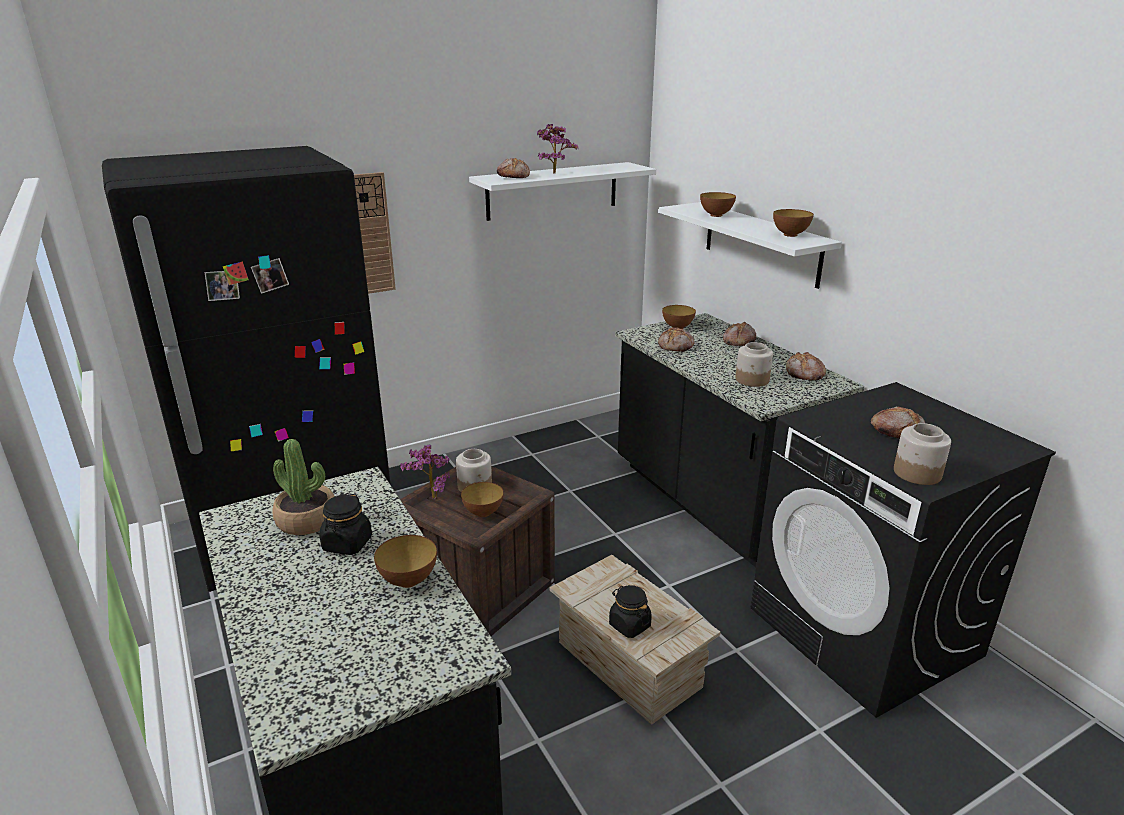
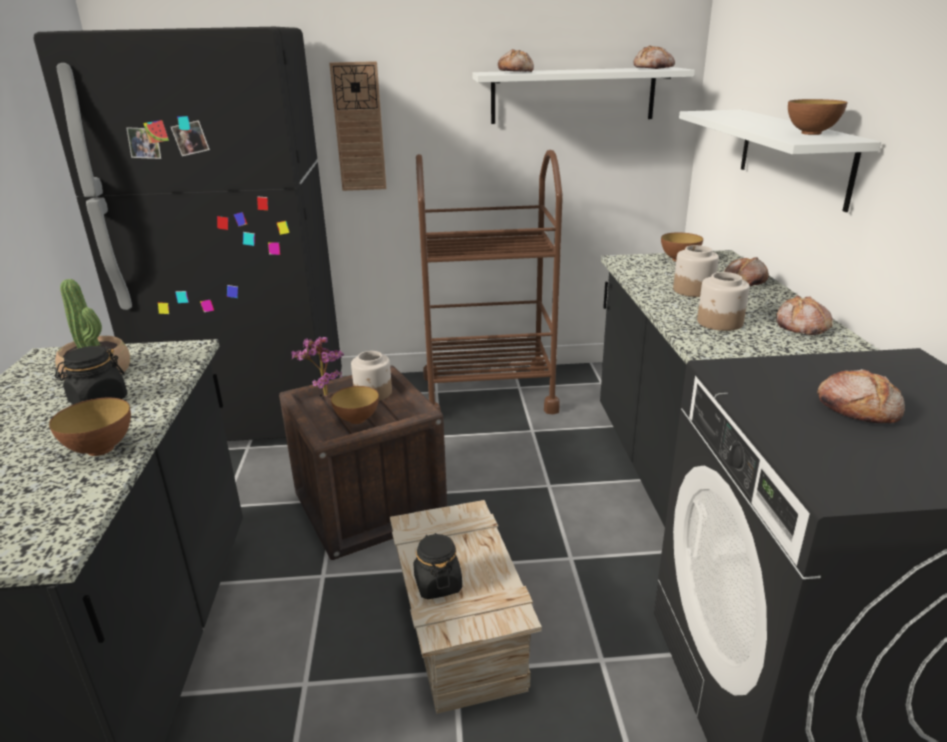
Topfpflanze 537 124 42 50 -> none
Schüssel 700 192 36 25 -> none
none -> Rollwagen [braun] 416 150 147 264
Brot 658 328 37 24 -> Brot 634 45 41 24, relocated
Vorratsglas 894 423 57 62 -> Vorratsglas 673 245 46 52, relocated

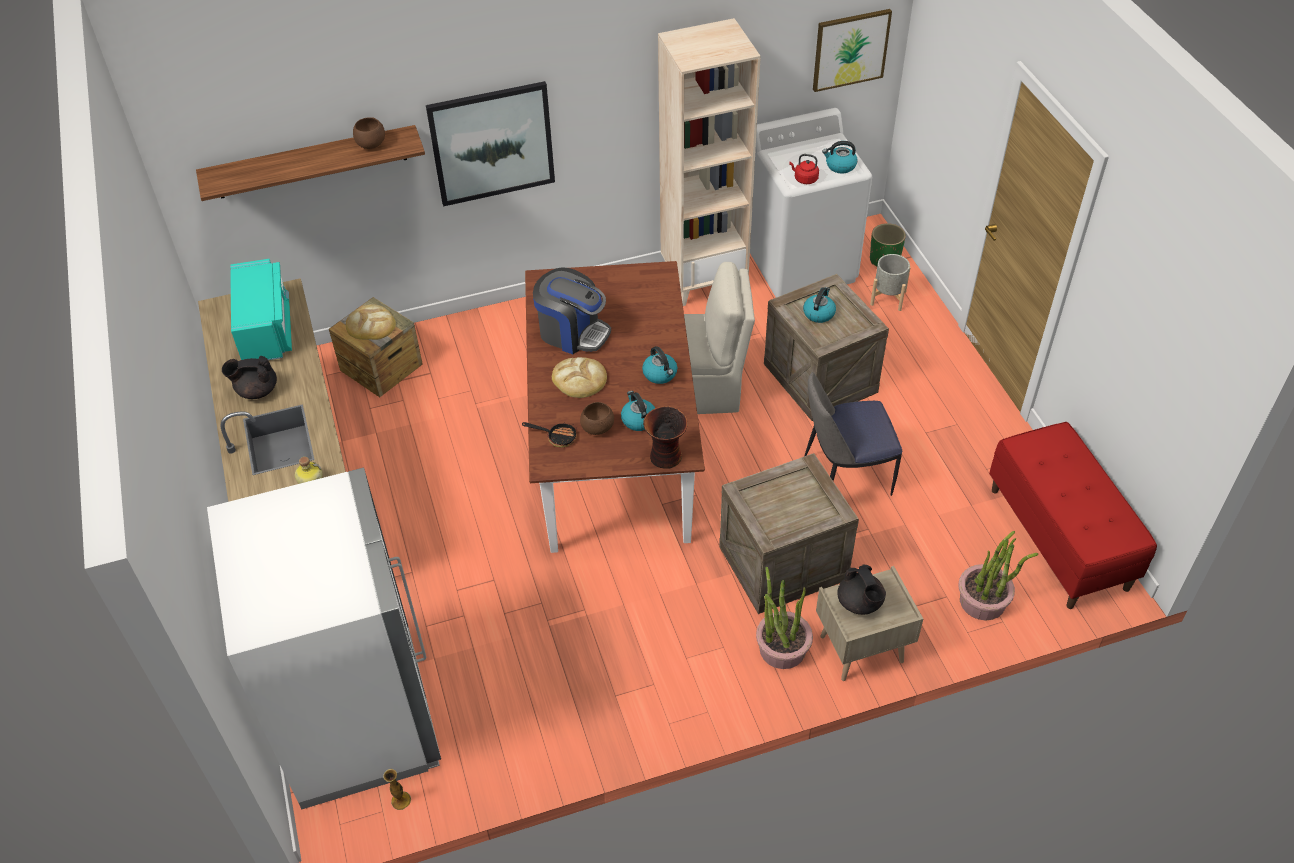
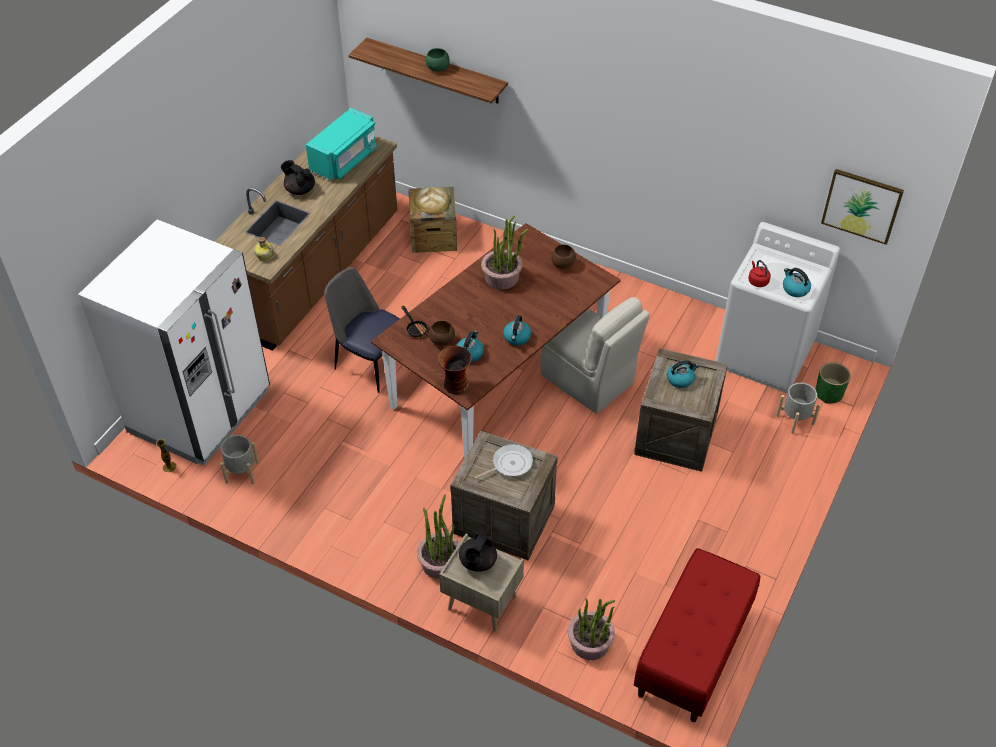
Bild 426 81 129 125 -> none
Brot 552 357 55 41 -> none
Bücherregal [beige] 658 18 103 288 -> none
none -> Pflanzkübel [grau] 220 435 39 50
none -> Schüssel [grün] 425 48 25 24
none -> Pfanne 475 444 58 35
Schüssel [braun] 353 117 32 32 -> Schüssel [braun] 551 244 25 25, relocated
Stuhl 805 372 98 124 -> Stuhl 324 267 76 126, relocated
Kaffeemaschine 533 267 78 87 -> Topfpflanze 481 216 48 74

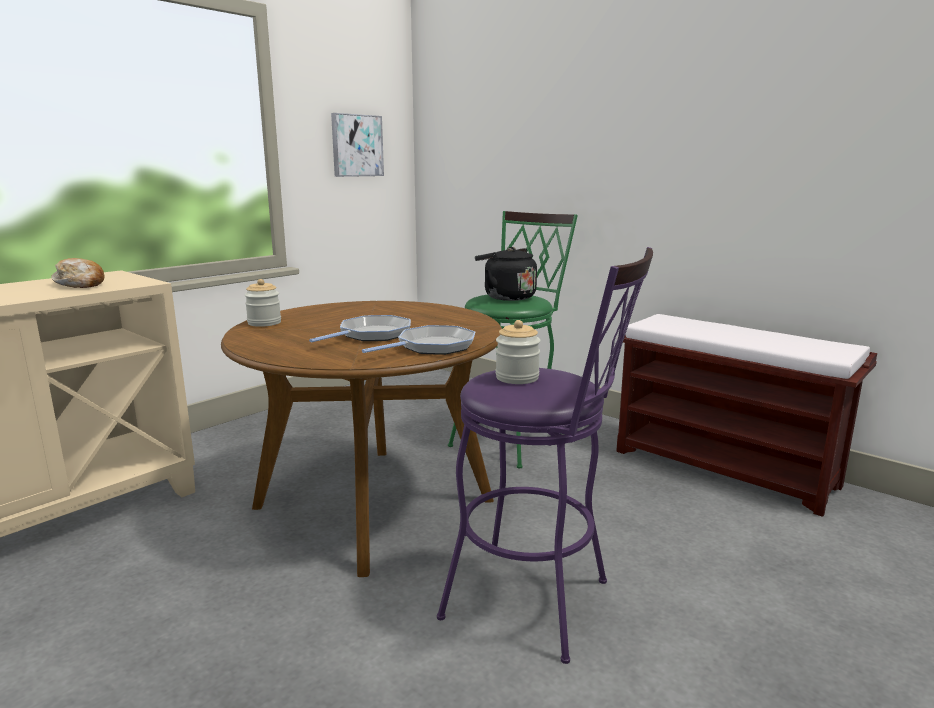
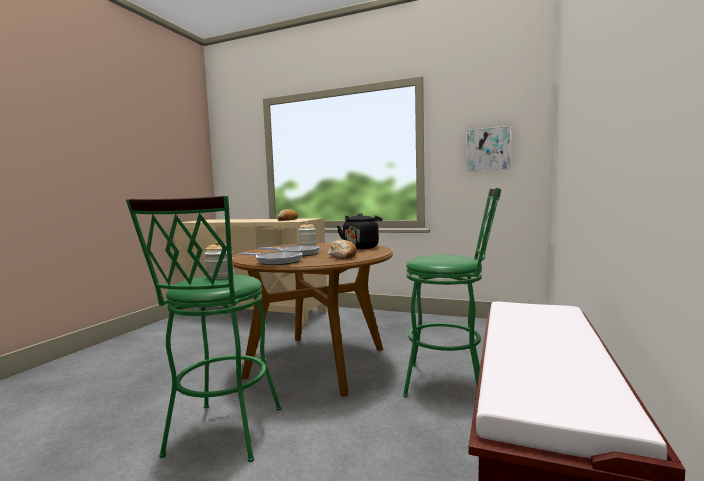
none -> Brot 328 240 29 19
Wasserkessel [schwarz] 475 247 62 54 -> Wasserkessel [schwarz] 337 213 45 37, relocated
Hocker [lila] 437 247 216 417 -> Hocker [grün] 126 195 155 267

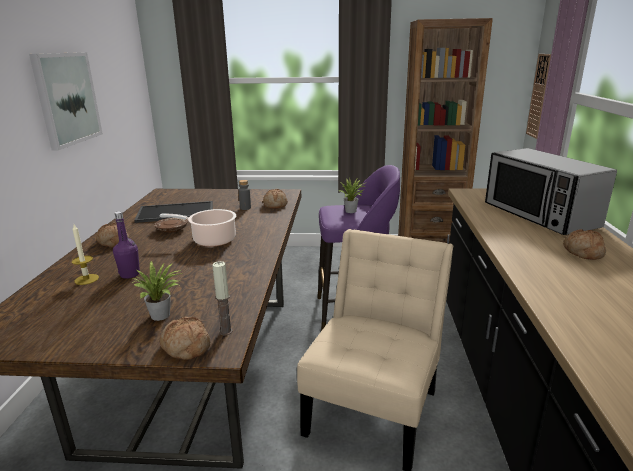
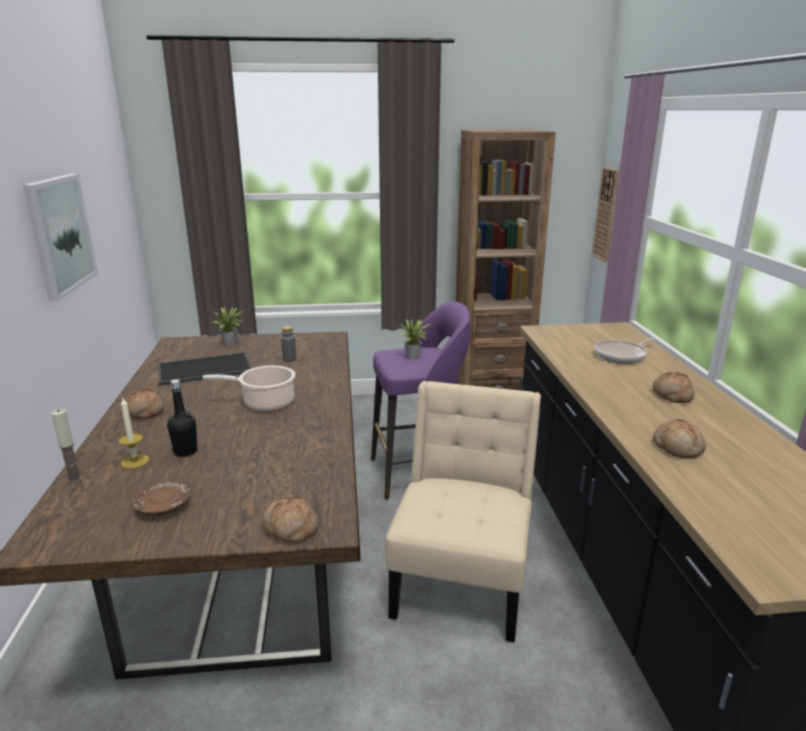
Topfpflanze 132 261 51 60 -> Topfpflanze 213 307 33 39, relocated
Teller [braun] 154 218 34 14 -> Teller [braun] 132 482 58 34, relocated
Kerze 212 261 21 74 -> Kerze 51 409 31 74, relocated
Brot 263 189 25 20 -> Brot 653 419 53 39, relocated
Mikrowelle 485 148 132 87 -> Pfanne 594 338 61 25
Flasche [lila] 113 211 27 68 -> Flasche [schwarz] 167 379 30 78

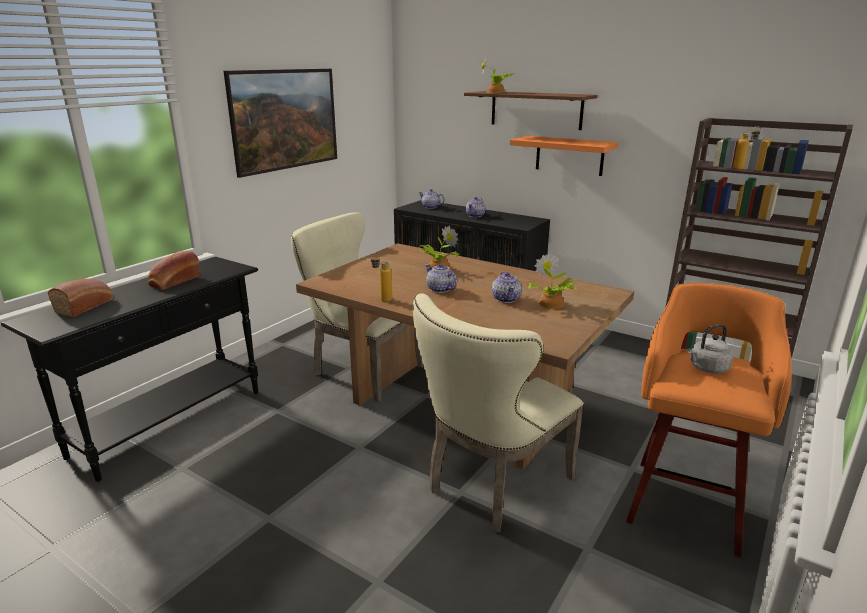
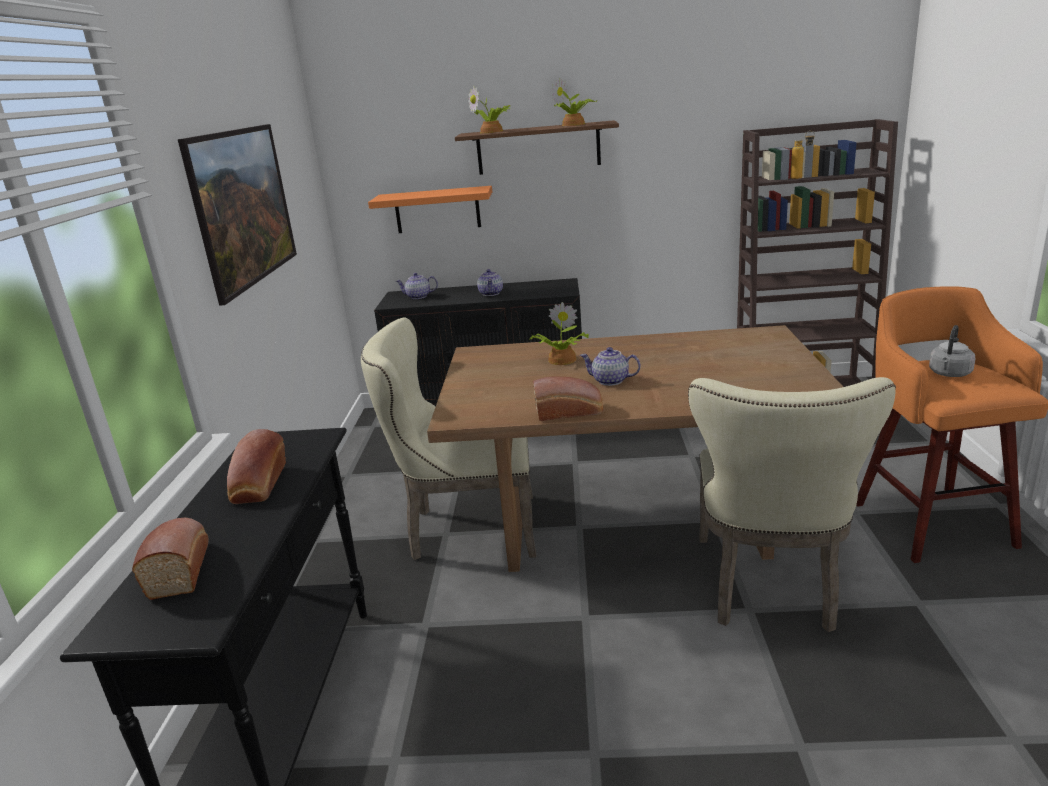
Teekanne 492 272 30 31 -> none
Wandregal [orange] 510 136 108 40 -> Wandregal [orange] 368 186 124 47, relocated
Topfpflanze 527 253 51 56 -> Topfpflanze 551 78 46 48, relocated
Flasche 370 253 22 49 -> Brot 533 377 70 44

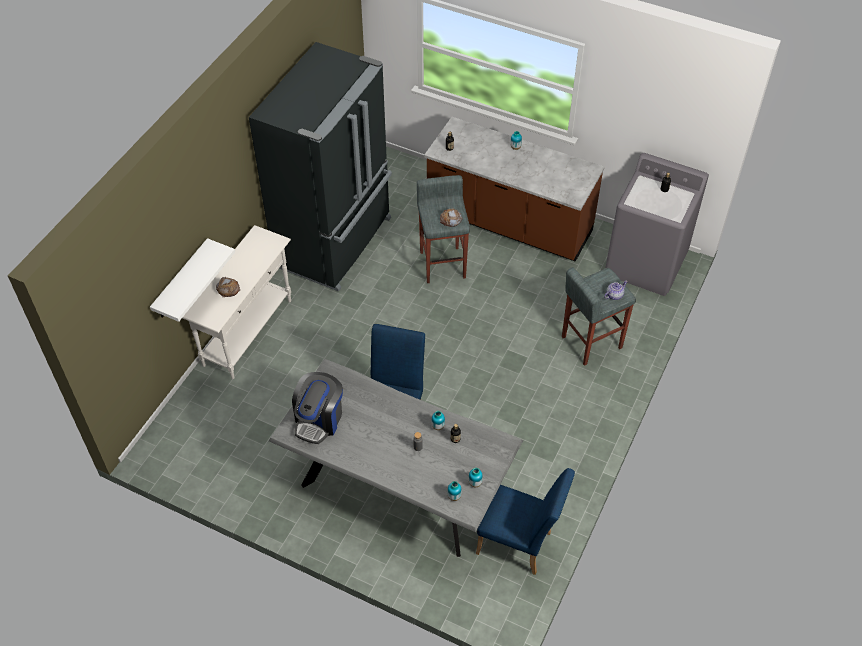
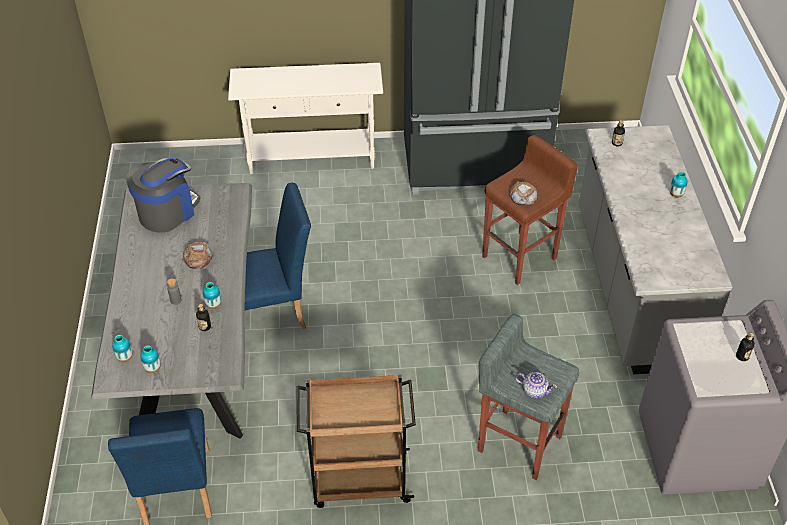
Wandregal [weiß] 150 238 85 84 -> none
none -> Rollwagen [braun] 297 374 119 134
Brot 216 277 24 20 -> Brot 182 242 31 27, relocated
Hocker [grau] 417 175 53 108 -> Hocker [braun] 482 135 96 150
Küchenzeile [braun] 424 117 181 145 -> Küchenzeile [grau] 579 125 153 249
Kaffeemaschine 292 372 51 72 -> Kaffeemaschine 126 158 74 75, 135 degrees clockwise

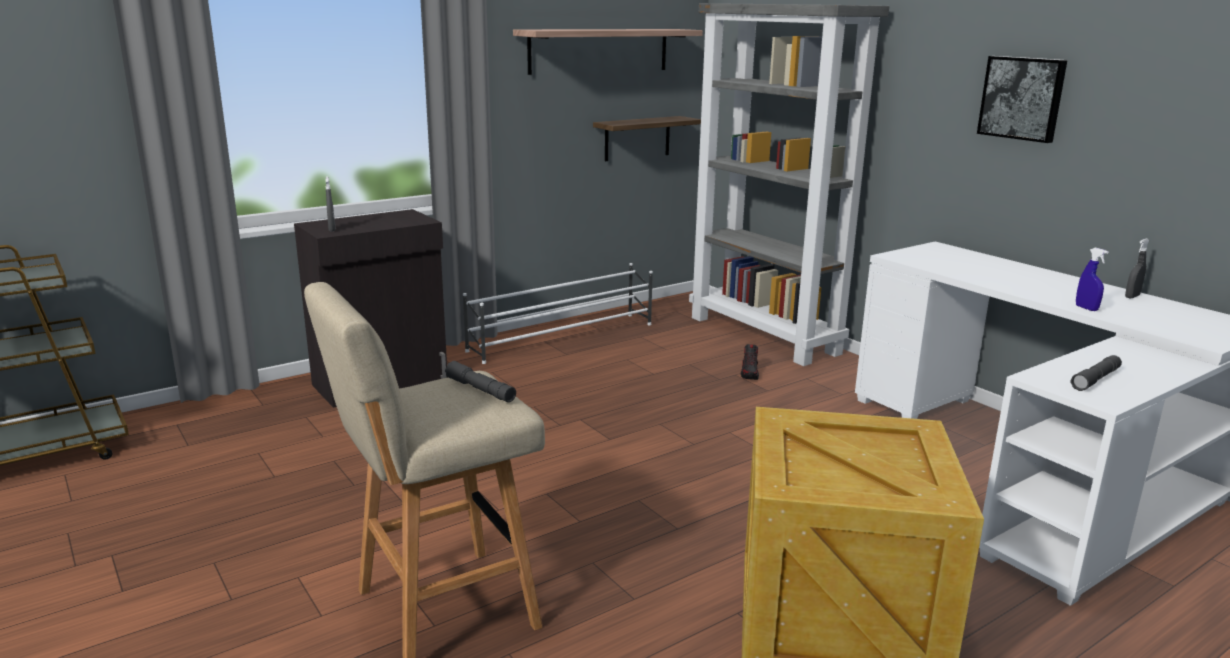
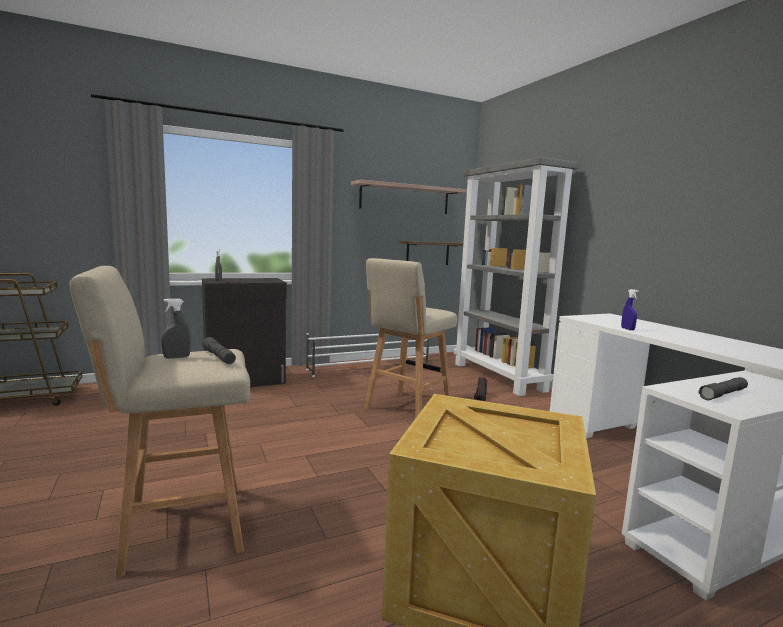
Bild 977 56 90 87 -> none
none -> Hocker [beige] 364 258 93 161
Sprühflasche [blau] 1076 248 33 63 -> Sprühflasche [blau] 621 289 18 41, relocated
Sprühflasche [grau] 1125 239 24 60 -> Sprühflasche [grau] 161 298 30 60, relocated

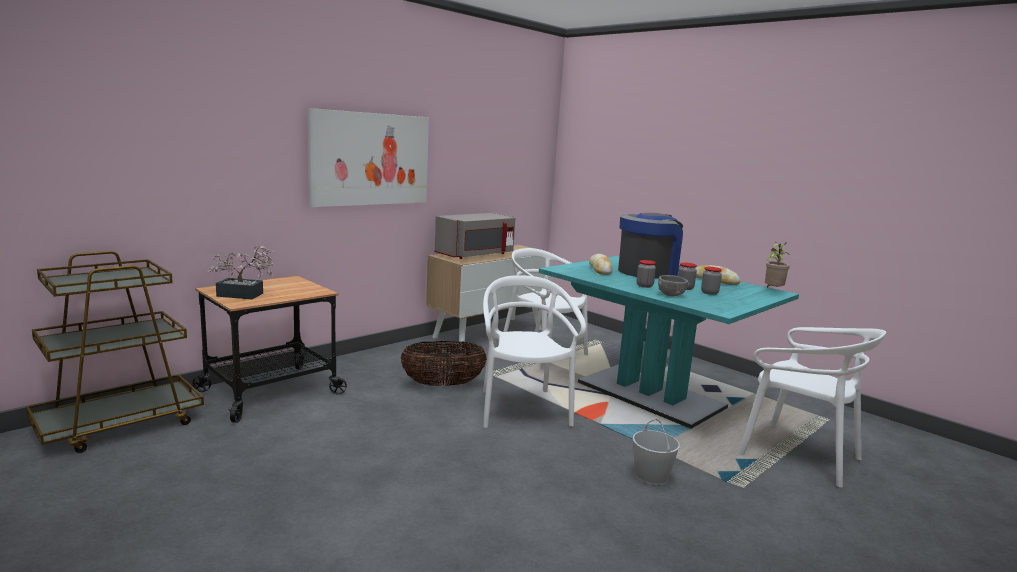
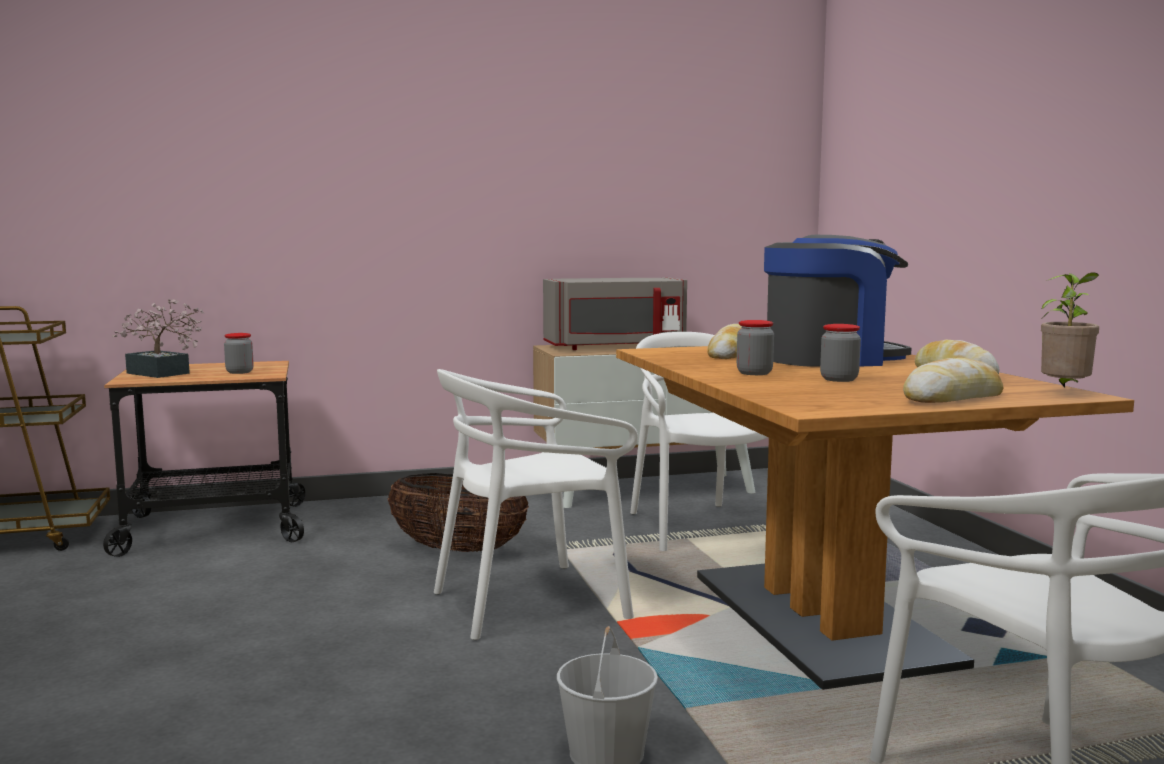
Bild 307 108 122 99 -> none
Schüssel [grau] 658 275 31 21 -> none
none -> Brot 903 358 101 45
Vorratsglas 701 267 21 28 -> Vorratsglas 224 333 30 41, relocated
Esstisch [türkis] 539 256 260 173 -> Esstisch [braun] 616 346 518 344
Stuhl [weiß] 483 275 103 153 -> Stuhl [weiß] 434 369 204 271, 135 degrees counterclockwise

